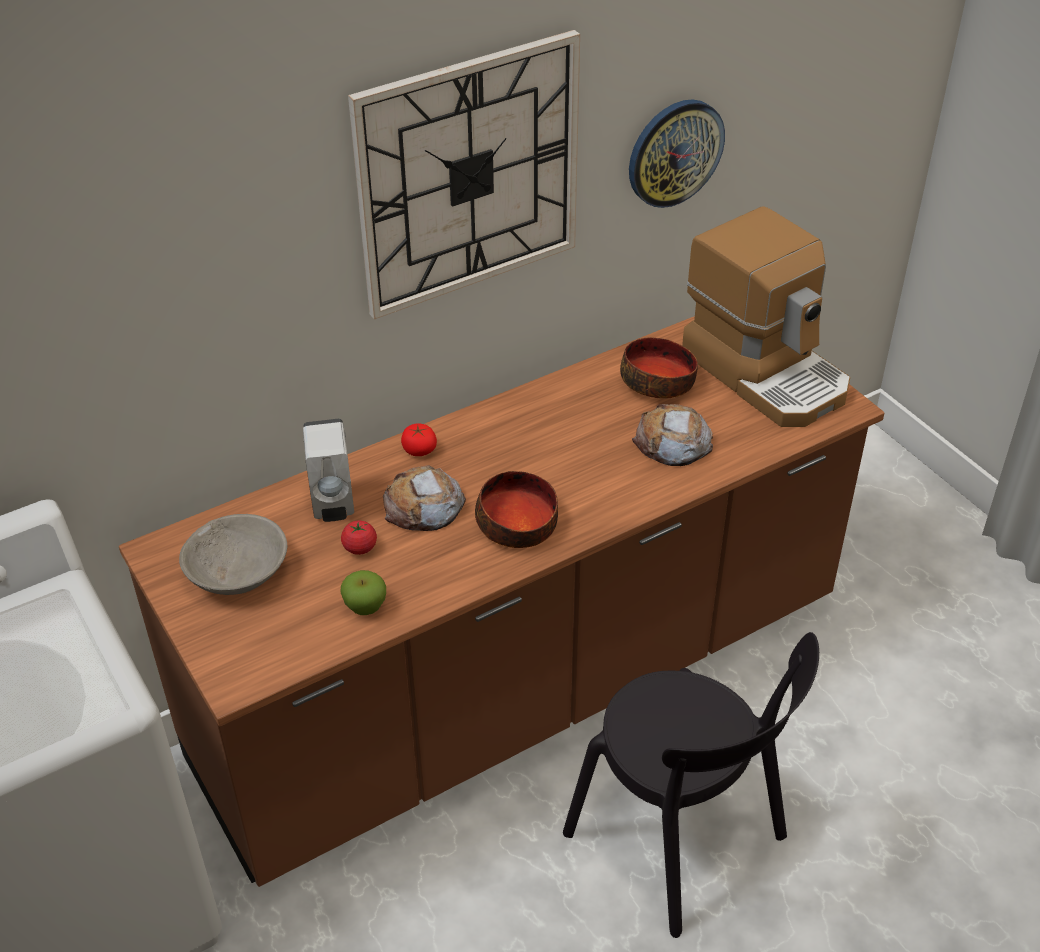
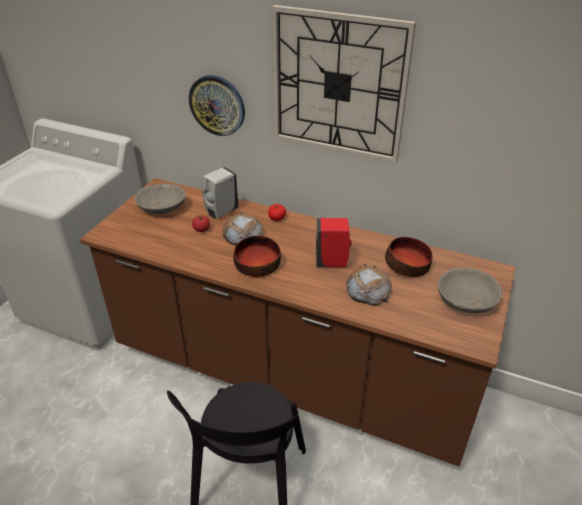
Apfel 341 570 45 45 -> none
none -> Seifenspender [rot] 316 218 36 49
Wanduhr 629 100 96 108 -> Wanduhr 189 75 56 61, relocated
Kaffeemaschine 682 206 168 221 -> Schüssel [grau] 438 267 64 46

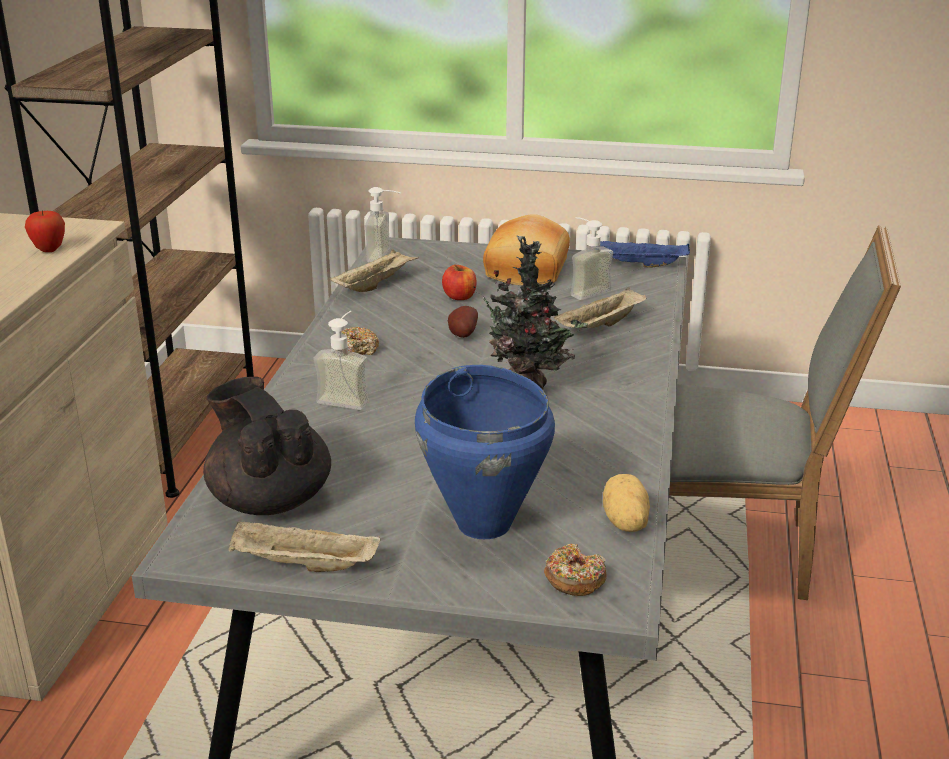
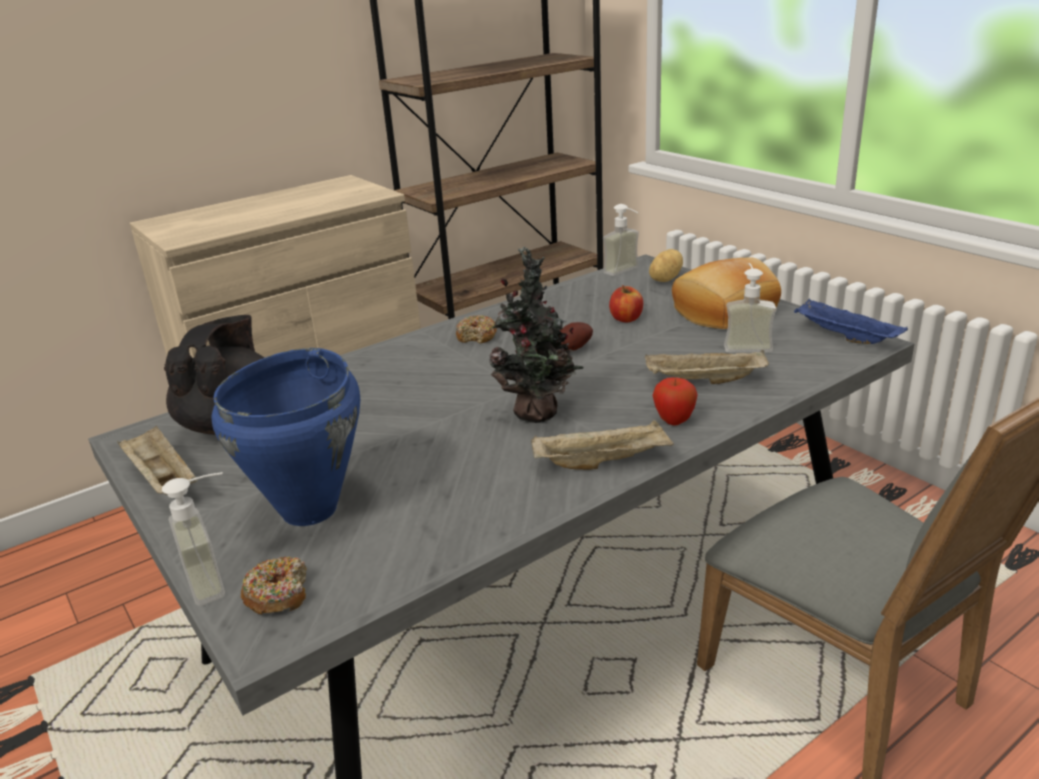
Apfel 25 210 40 42 -> Apfel 653 377 45 49, relocated
Seifenspender 313 311 56 99 -> Seifenspender 162 472 63 134, relocated
Tablett [beige] 330 249 89 43 -> Tablett [beige] 531 420 143 50, relocated
Kartoffel 603 474 47 58 -> Kartoffel 649 249 34 33, relocated

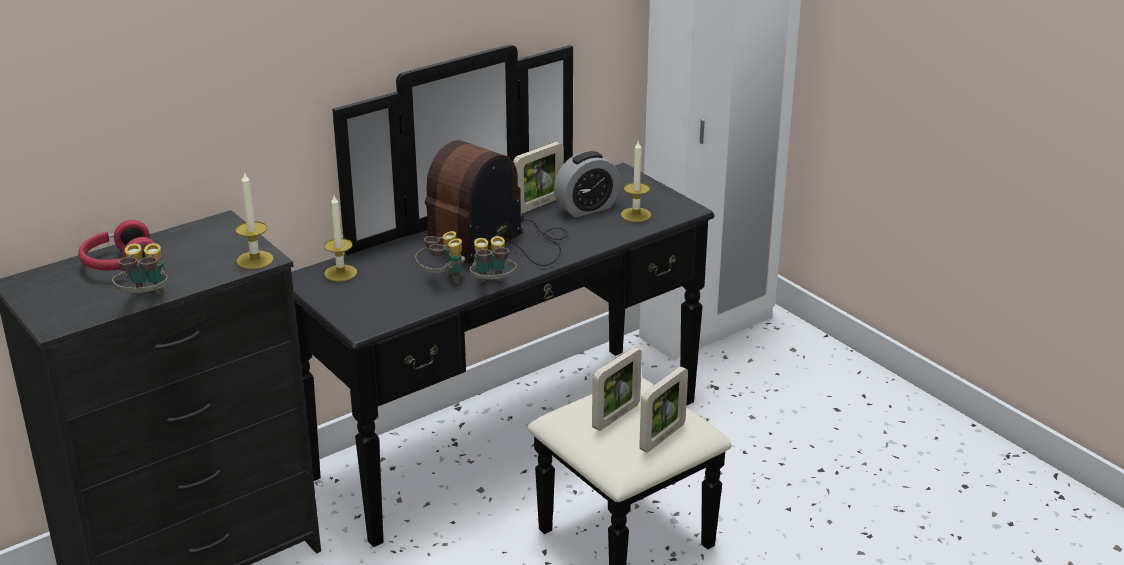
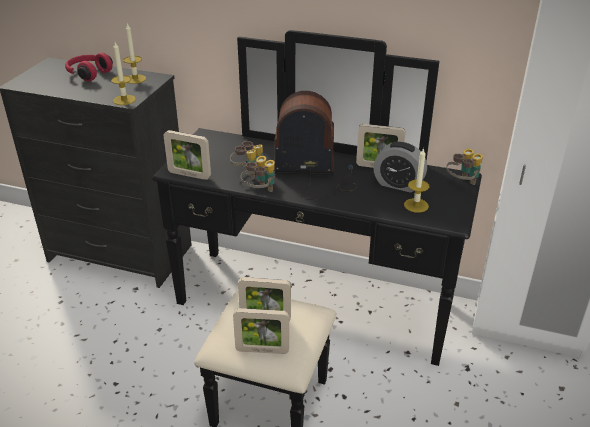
none -> Bilderrahmen 164 130 47 50
Fernglas 112 243 56 52 -> Fernglas 446 149 37 36, relocated
Kerze 324 195 33 87 -> Kerze 123 23 23 61, relocated

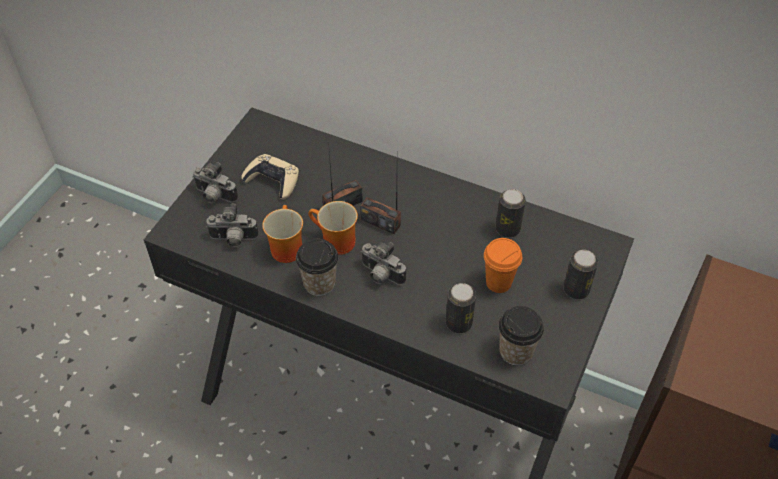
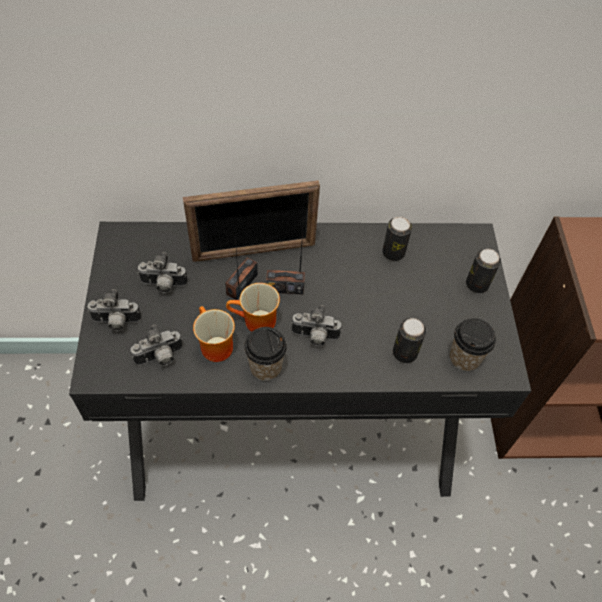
Tasse [orange] 484 238 38 55 -> none
none -> Bilderrahmen 183 180 137 82
Gamepad [beige] 241 154 58 46 -> Kamera 137 252 51 41

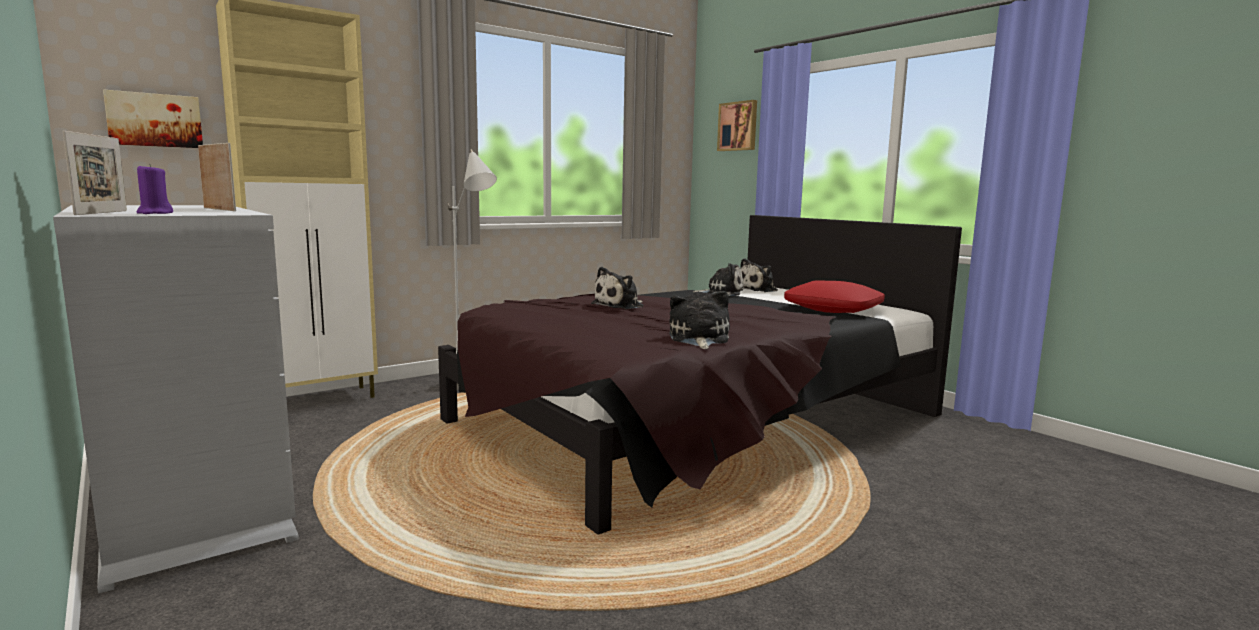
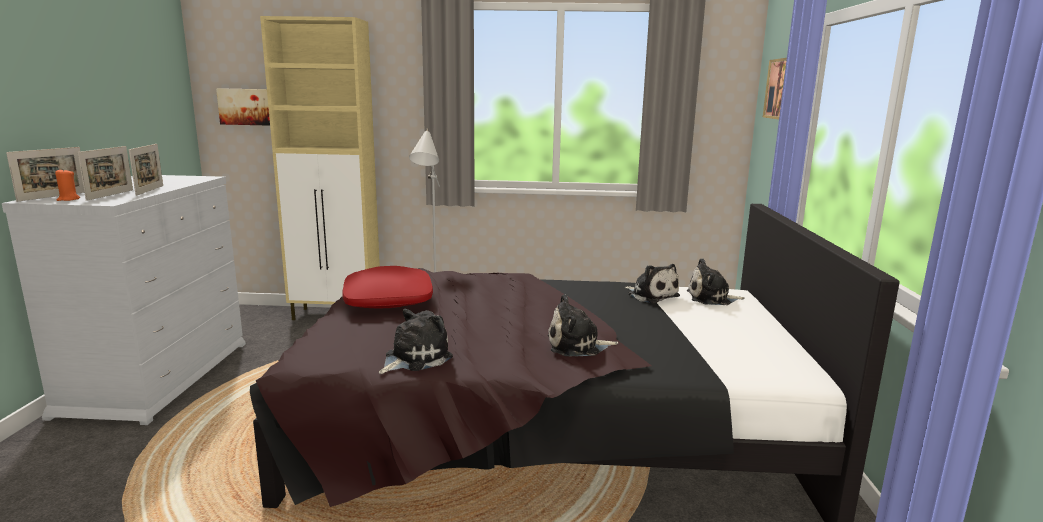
none -> Bilderrahmen 77 146 56 55
Plüschtier 591 267 53 42 -> Plüschtier 548 294 70 62, relocated
Kissen [rot] 784 280 101 33 -> Kissen [rot] 343 266 90 43, relocated
Kerze [lila] 137 164 36 50 -> Kerze [orange] 55 169 25 32

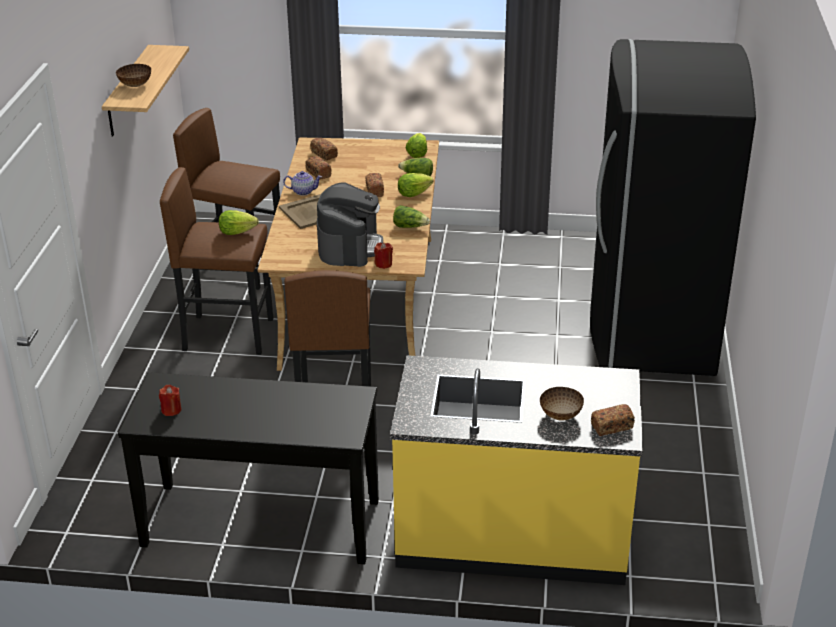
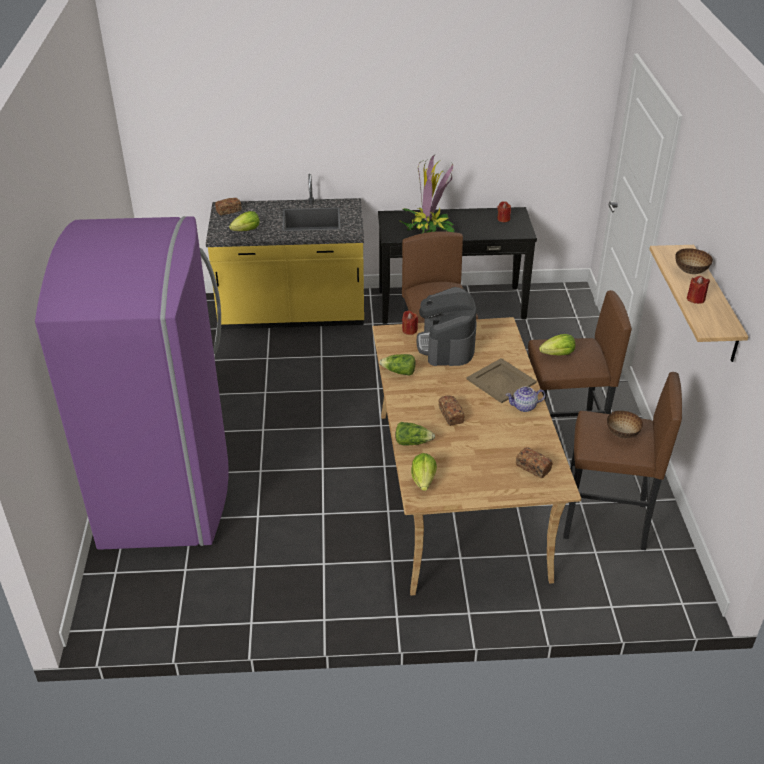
Brot 305 156 27 23 -> none
none -> Topfpflanze 399 154 56 80
none -> Kerze [rot] 687 276 23 28
Salatkopf 398 173 36 24 -> Salatkopf 229 211 31 20, relocated
Schüssel 539 387 45 34 -> Schüssel 607 411 36 27, relocated
Kühlschrank [schwarz] 590 39 166 338 -> Kühlschrank [lila] 35 216 194 334

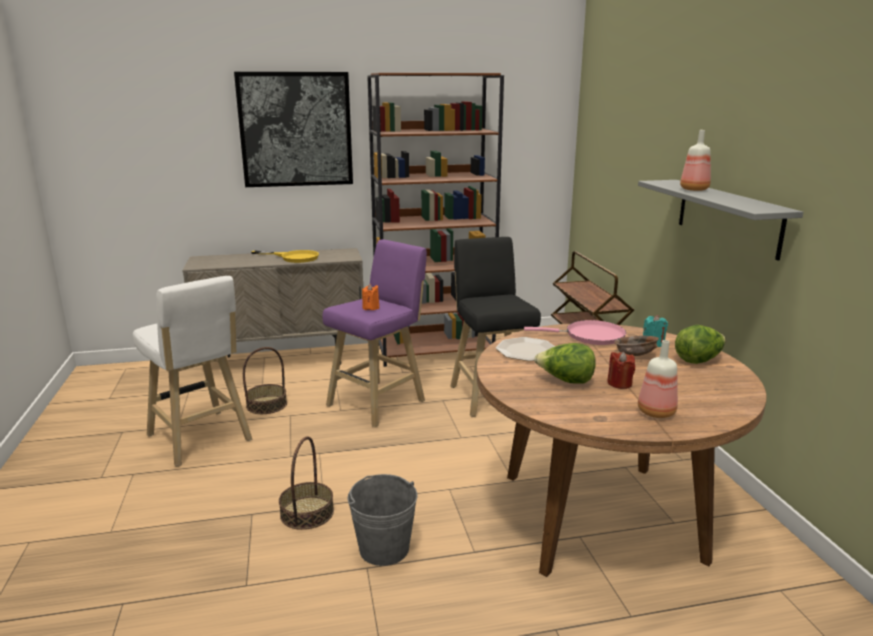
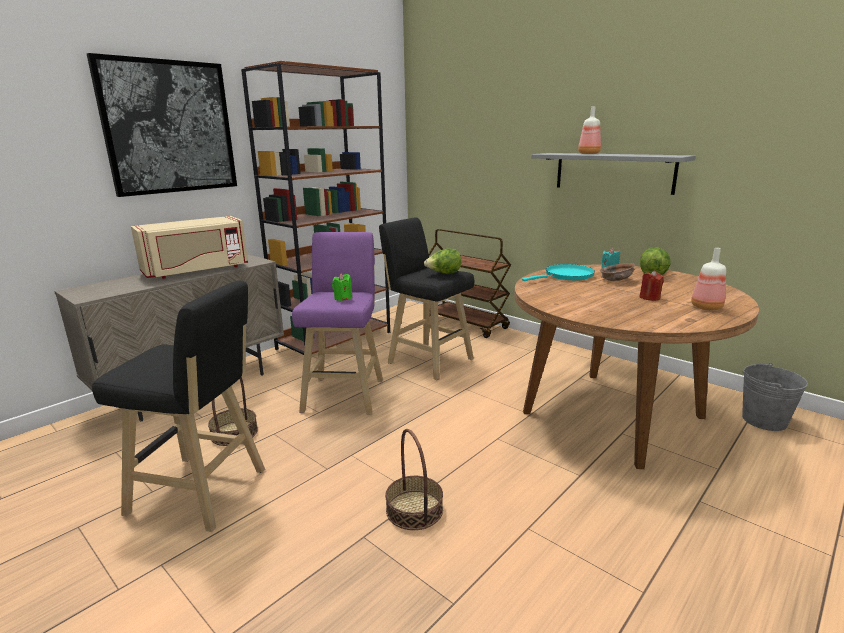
Teller 496 337 59 24 -> none
Eimer [grau] 347 474 71 92 -> Eimer [grau] 742 363 66 68, relocated
Salatkopf 534 343 62 41 -> Salatkopf 424 248 37 26, relocated
Pfanne [gelb] 251 250 68 13 -> Mikrowelle [beige] 131 216 117 63
Hocker [weiß] 133 276 119 191 -> Hocker [schwarz] 92 281 173 251
Kerze [orange] 362 284 18 26 -> Kerze [grün] 332 273 20 28
Pfanne [rosa] 524 320 102 25 -> Pfanne [türkis] 522 264 73 17

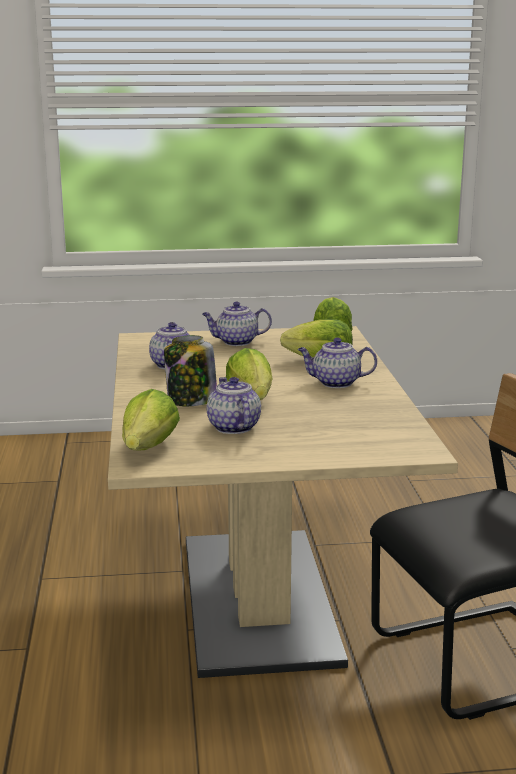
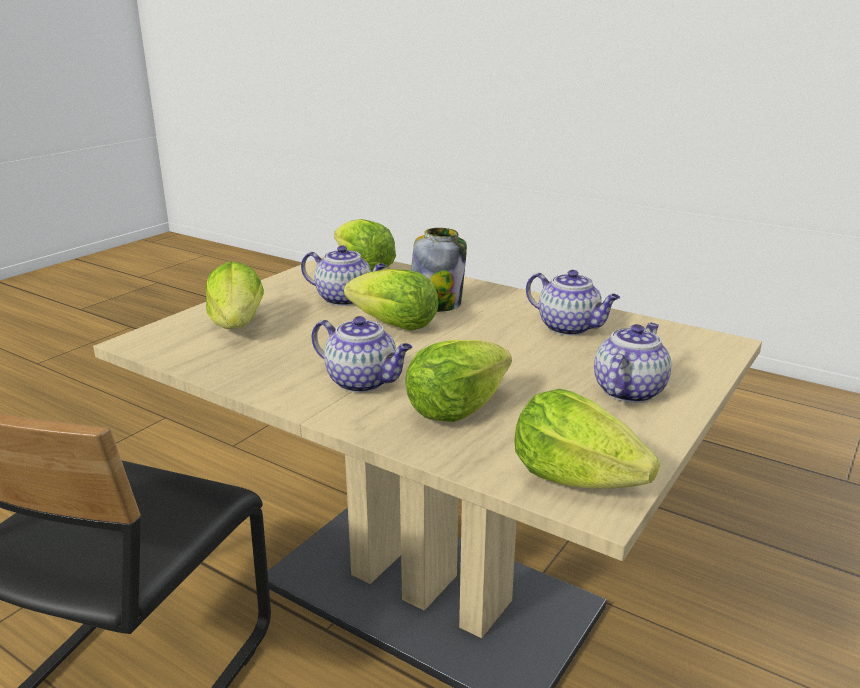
none -> Salatkopf 205 262 59 67
Teekanne 298 338 79 50 -> Teekanne 312 316 100 77, 75 degrees clockwise

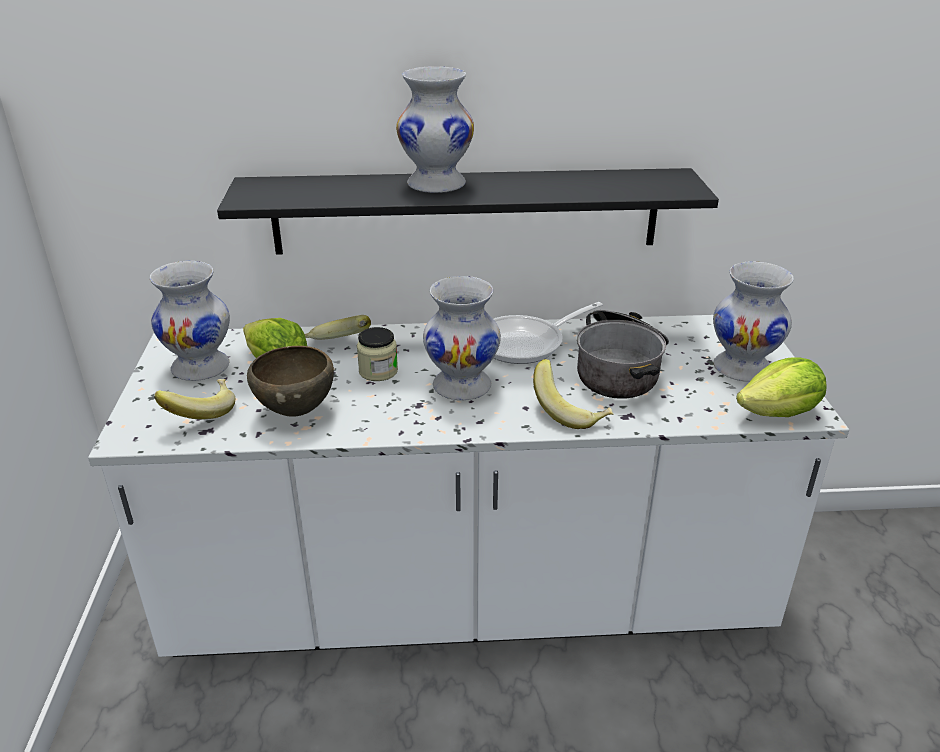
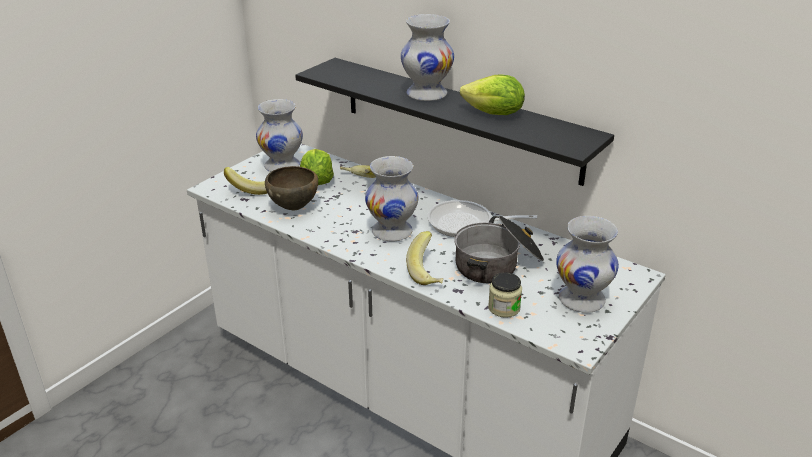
Vorratsglas 357 327 41 54 -> Vorratsglas 488 272 34 46, relocated
Salatkopf 736 357 91 60 -> Salatkopf 460 75 65 40, relocated

